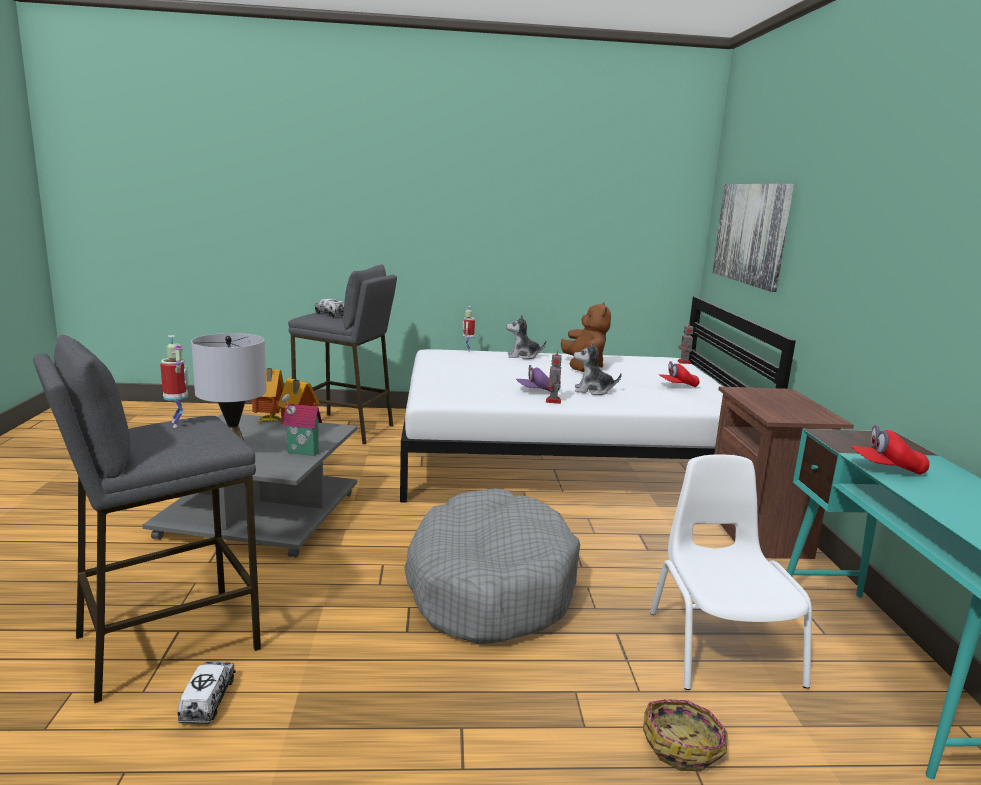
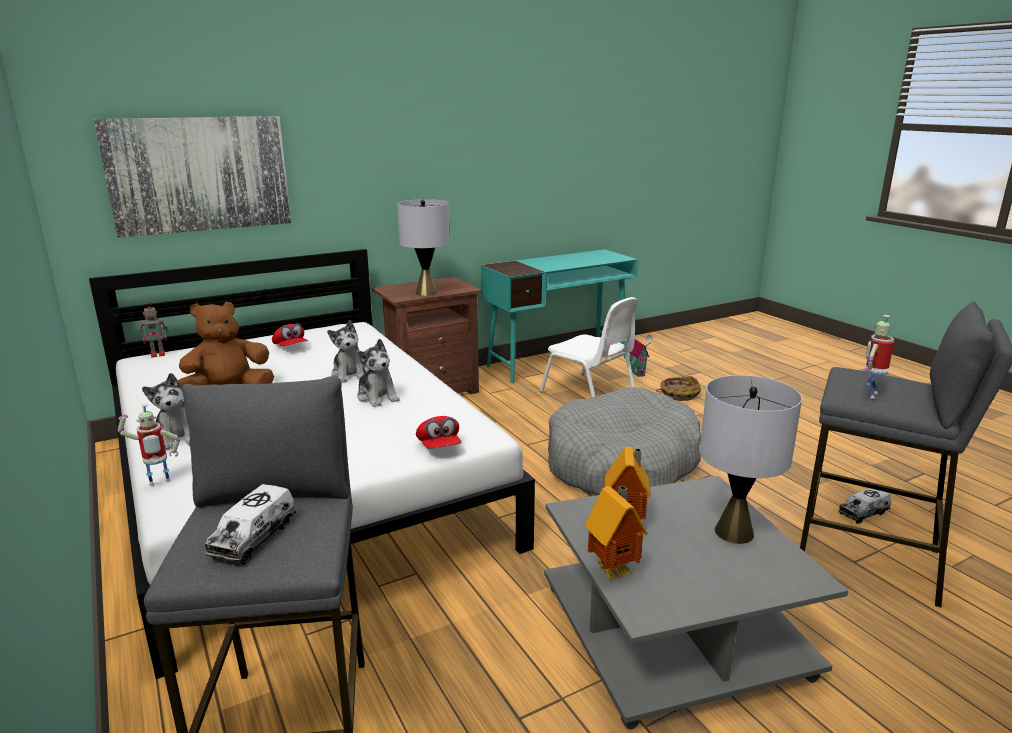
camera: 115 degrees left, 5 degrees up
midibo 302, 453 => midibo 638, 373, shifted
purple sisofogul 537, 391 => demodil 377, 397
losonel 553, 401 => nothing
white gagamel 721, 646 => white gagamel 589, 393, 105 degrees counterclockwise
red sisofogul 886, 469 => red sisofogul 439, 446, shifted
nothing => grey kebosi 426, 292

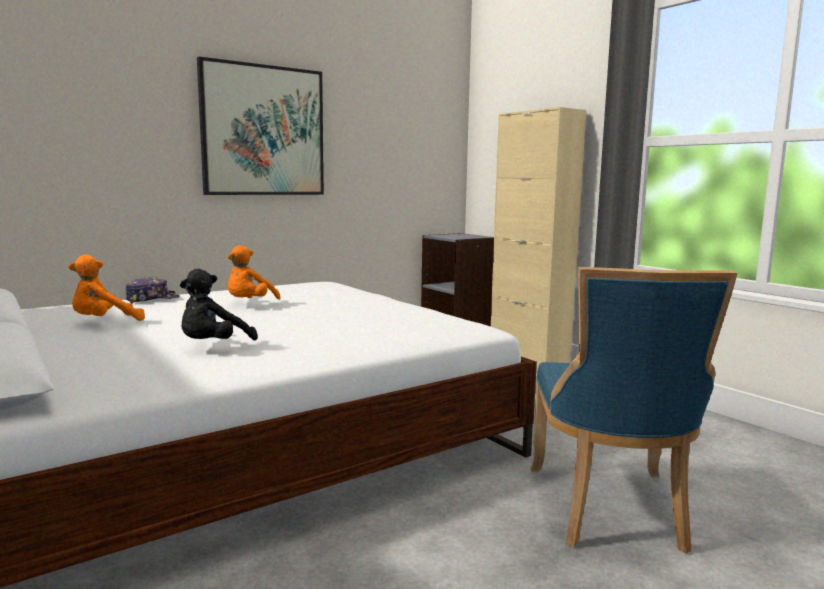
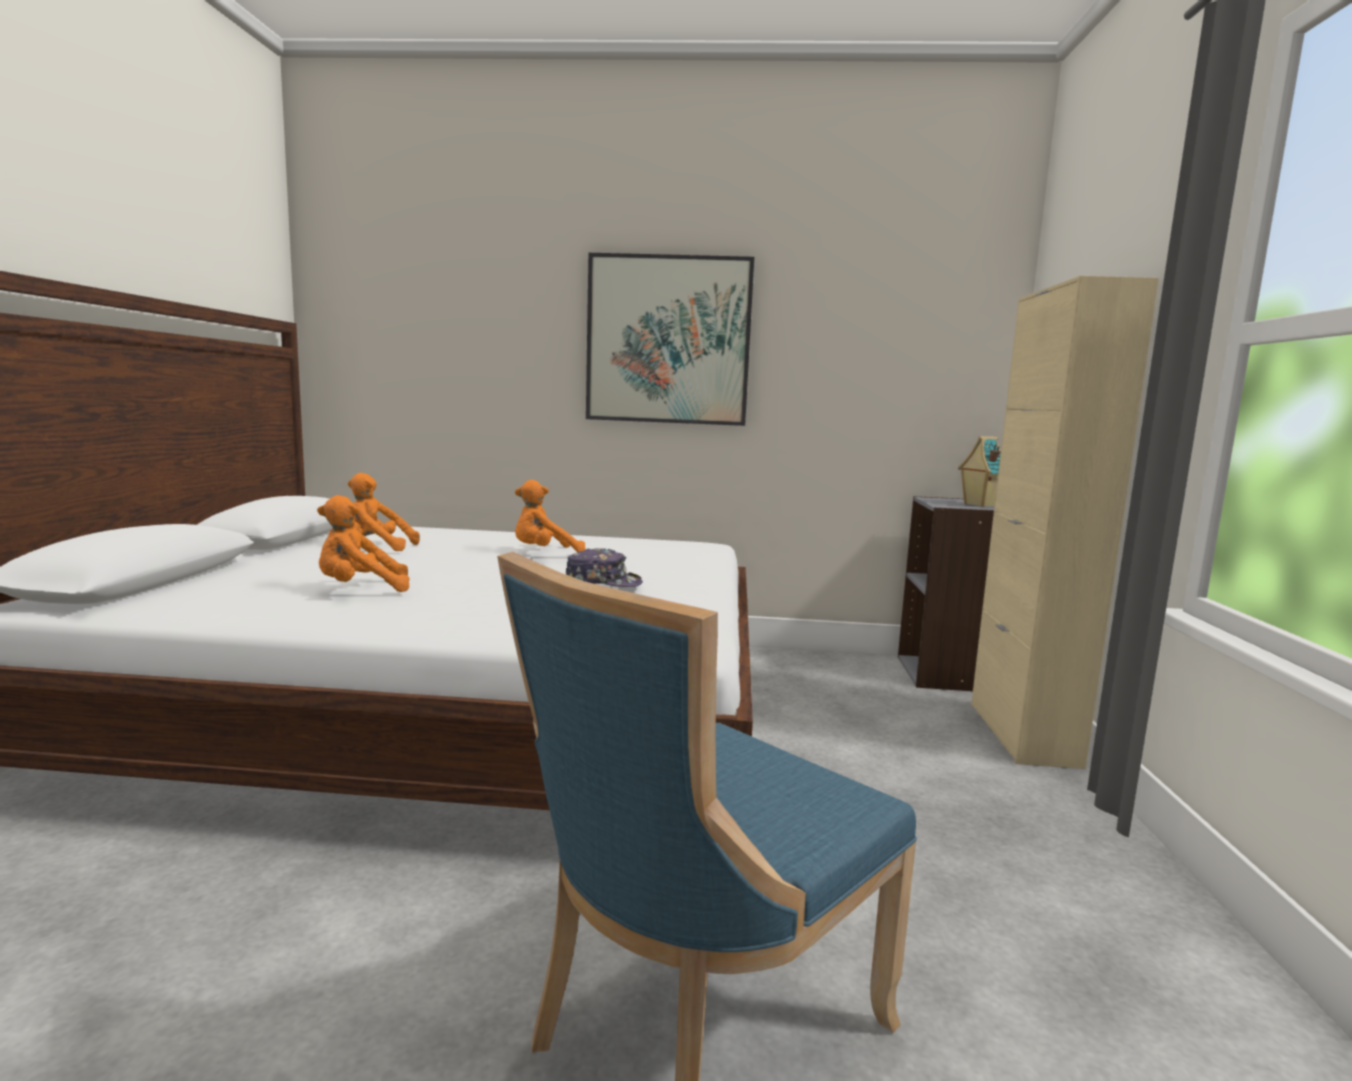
camera: 40 degrees right, 0 degrees up
sisofogul 152, 299 => sisofogul 603, 583, shifted
black demodil 213, 346 => orange demodil 360, 589
nothing => midibo 979, 505

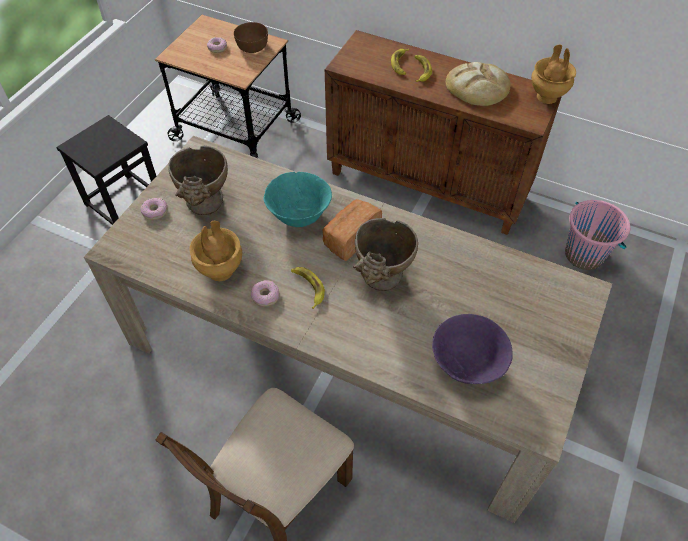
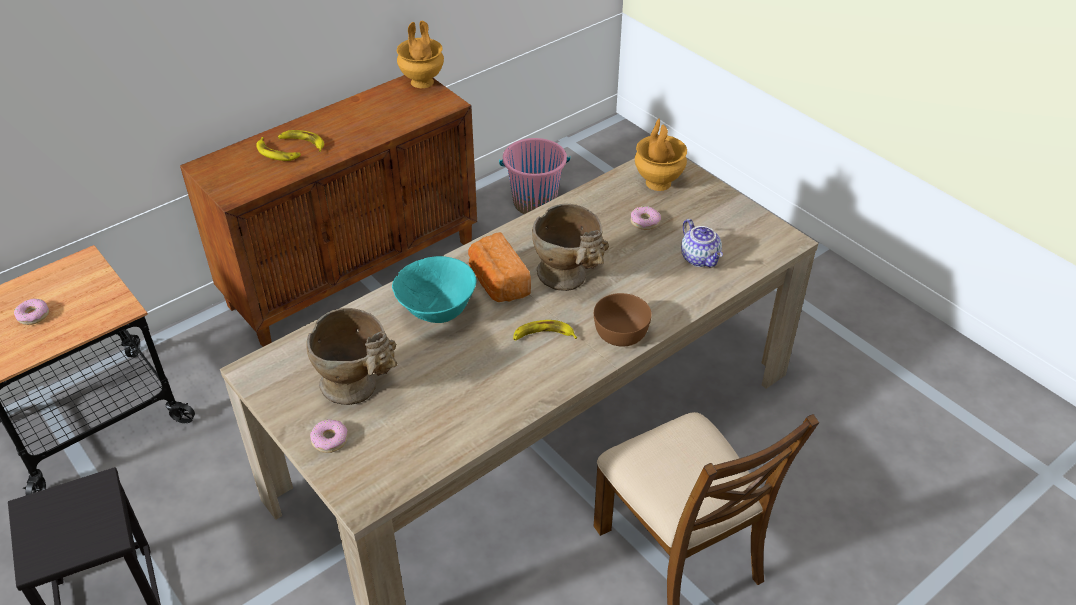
camera: 65 degrees left, 10 degrees down
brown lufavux 221, 270 => brown lufavux 657, 182, shifted
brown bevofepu 253, 46 => brown bevofepu 621, 332, shifted
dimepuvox 265, 296 => dimepuvox 645, 222, shifted
purple bevofepu 467, 365 => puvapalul 700, 258
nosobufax 477, 87 => nothing

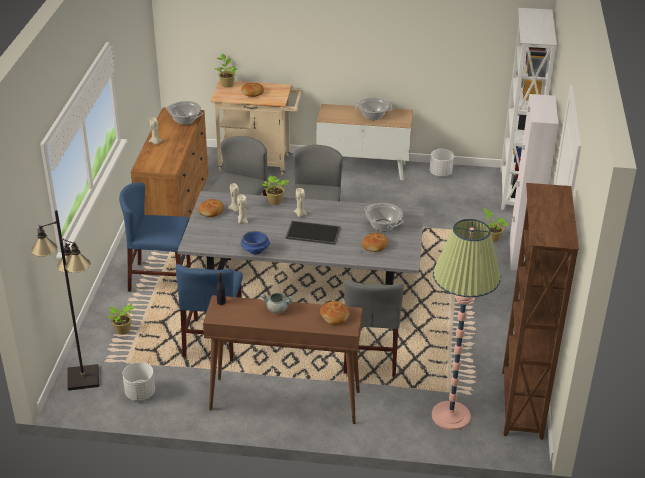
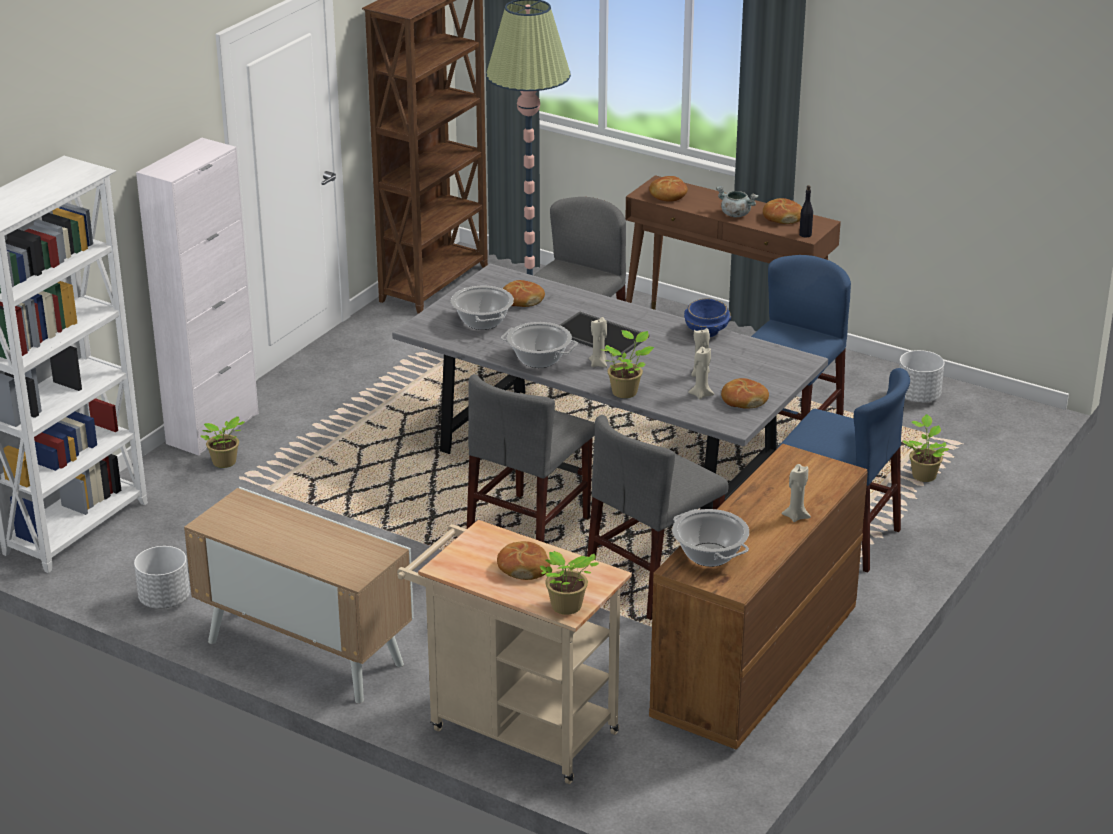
camera: 155 degrees left, 5 degrees down
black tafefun 83, 378 => nothing
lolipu 373, 116 => lolipu 539, 359, shifted
nothing => nosobufax 782, 217

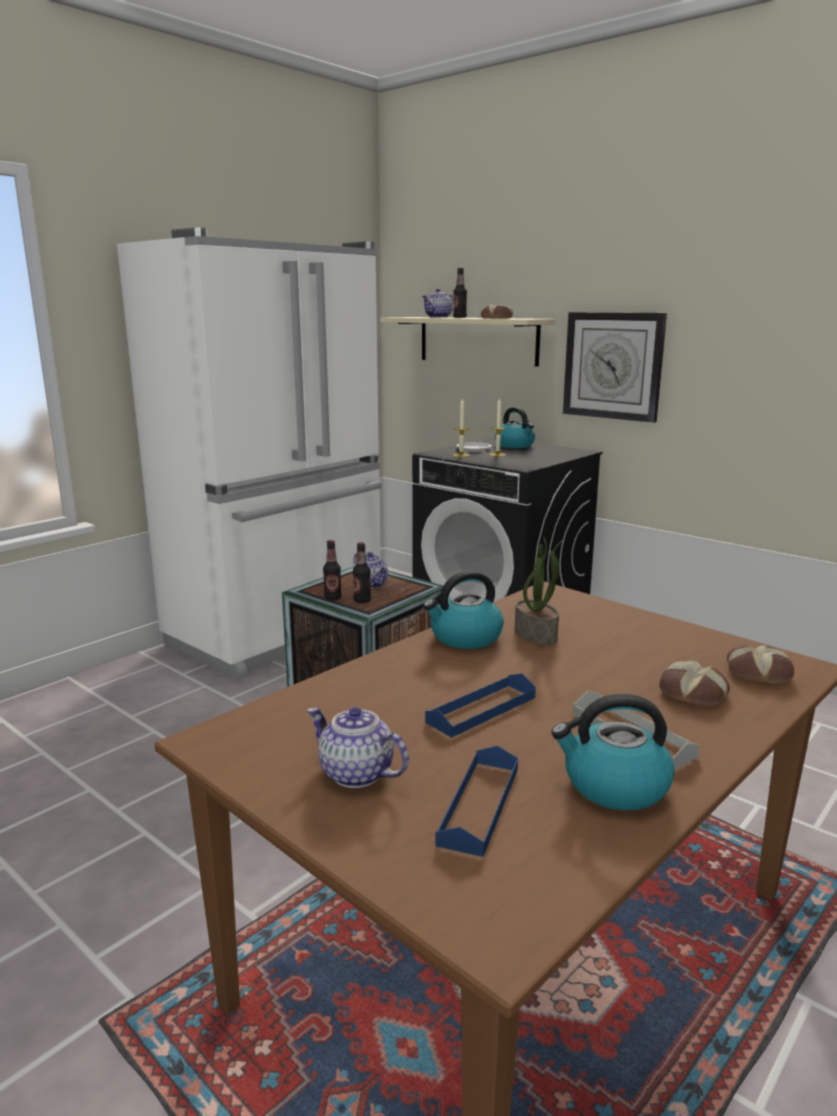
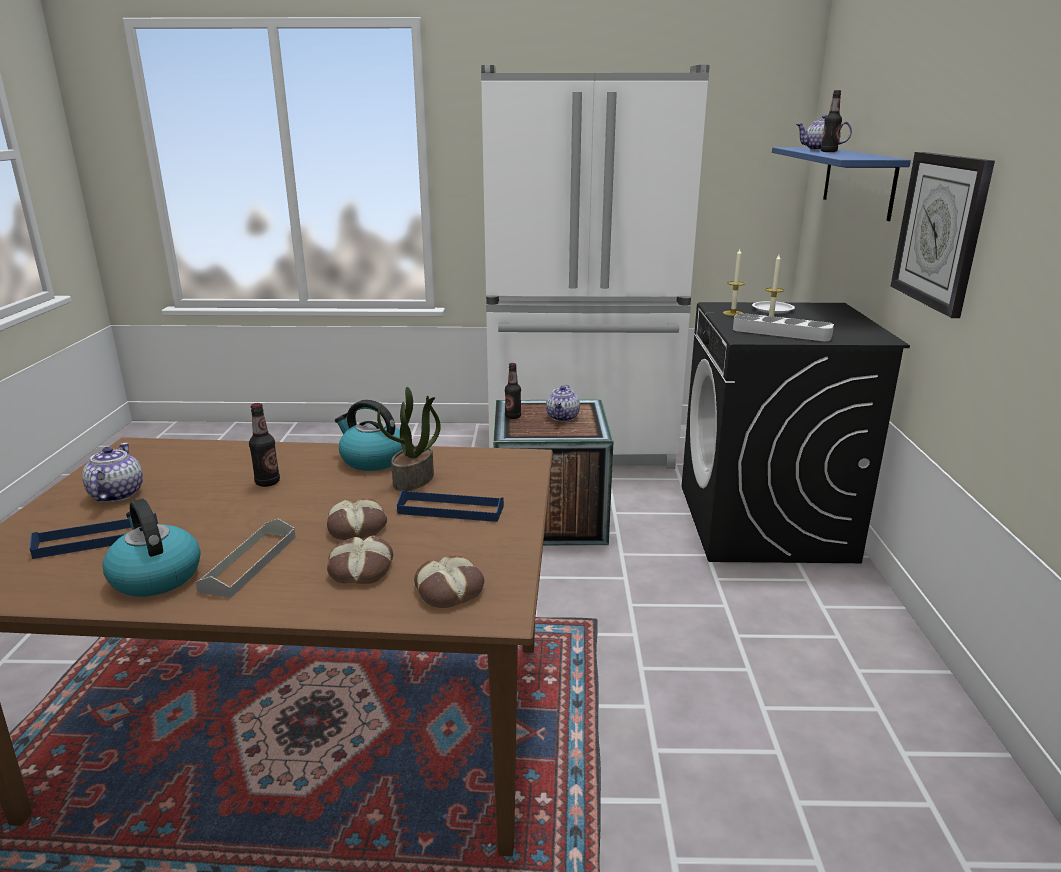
camera: 50 degrees right, 5 degrees up
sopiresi 362, 601 => sopiresi 267, 482, shifted
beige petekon 478, 340 => blue petekon 858, 181
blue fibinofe 481, 709 => blue fibinofe 451, 510, shifted
nosobufax 497, 318 => nosobufax 358, 527, shifted
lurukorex 515, 445 => nothing
nothing => grey fibinofe 781, 333

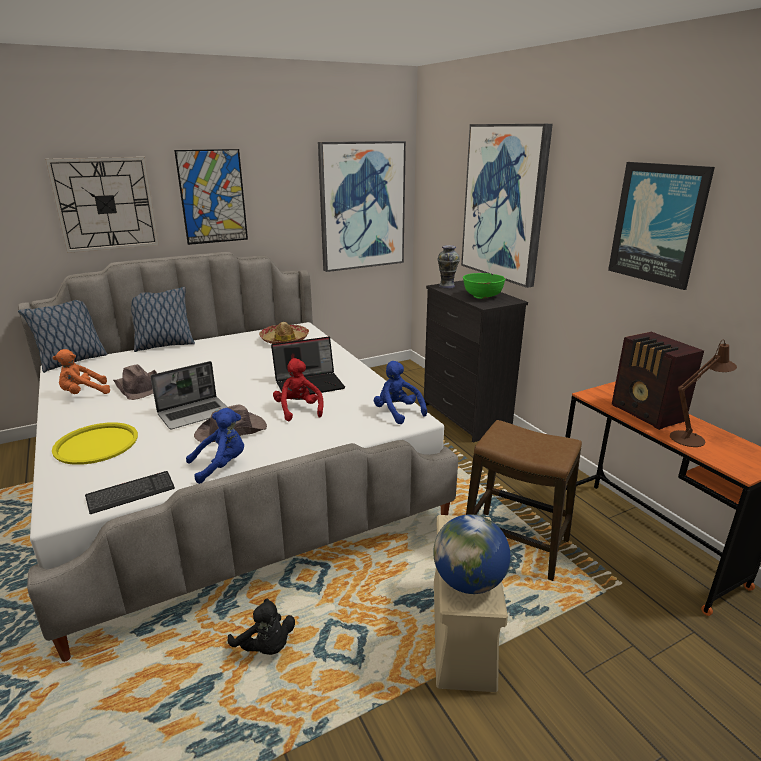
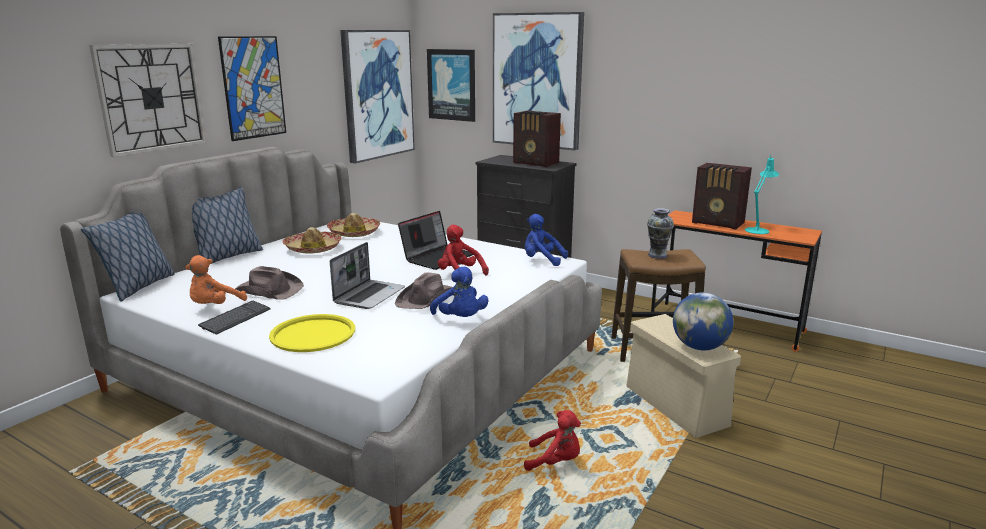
camera: 30 degrees left, 5 degrees down
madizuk 131, 493 => madizuk 235, 318, shifted
blue demodil 221, 465 => blue demodil 460, 319, 120 degrees clockwise
black demodil 266, 647 => red demodil 555, 462
lufavux 446, 286 => lufavux 657, 255, shifted
green bevofepu 482, 296 => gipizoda 536, 163
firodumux 658, 224 => firodumux 452, 85, shifted
brown kebosi 691, 438 => turquoise kebosi 758, 230
nothing => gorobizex 313, 248

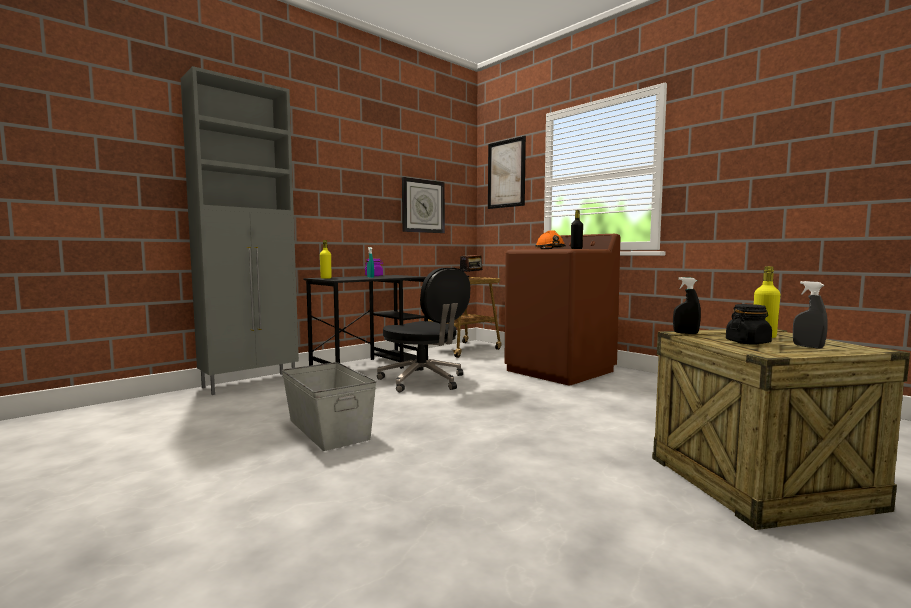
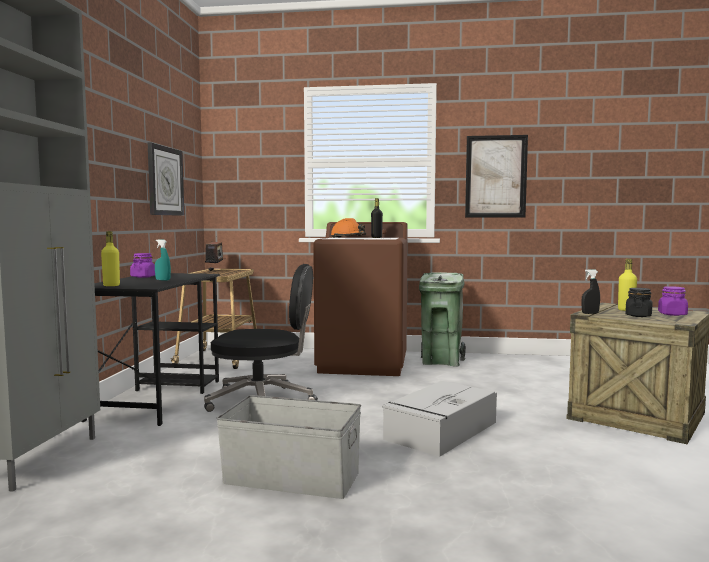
camera: 40 degrees left, 0 degrees up
firodumux 506, 174 => firodumux 495, 176, shifted
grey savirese 808, 346 => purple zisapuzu 672, 314
nothing => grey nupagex 440, 431
nothing => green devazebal 441, 361

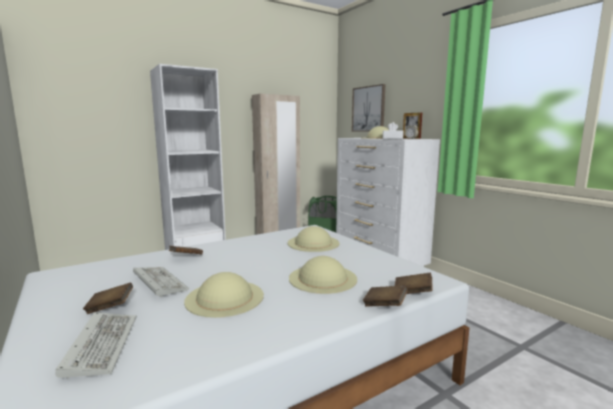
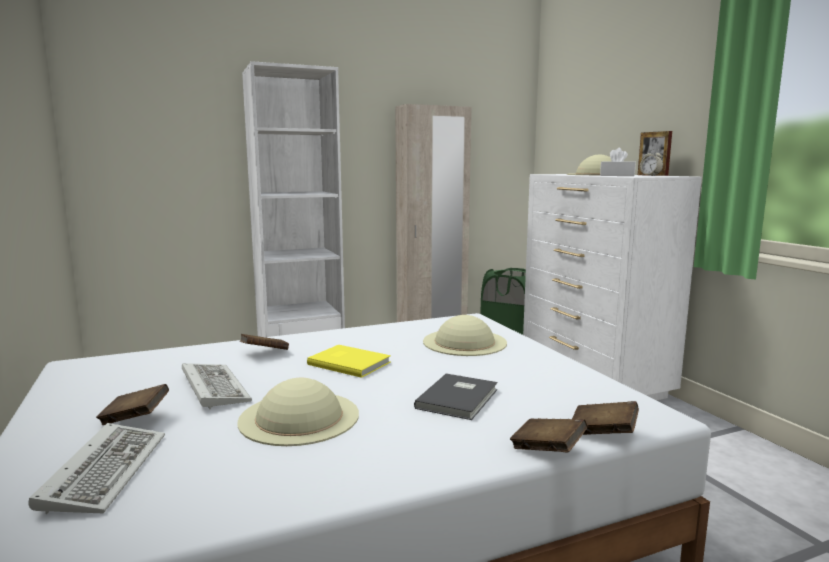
camera: 10 degrees right, 0 degrees up
beige gorobizex 322, 278 => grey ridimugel 460, 398
firodumux 368, 109 => nothing
nothing => yellow ridimugel 349, 362

